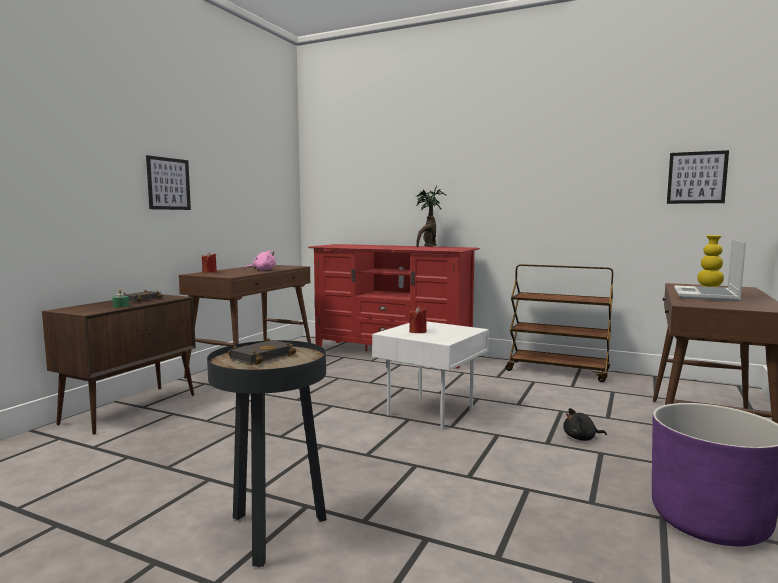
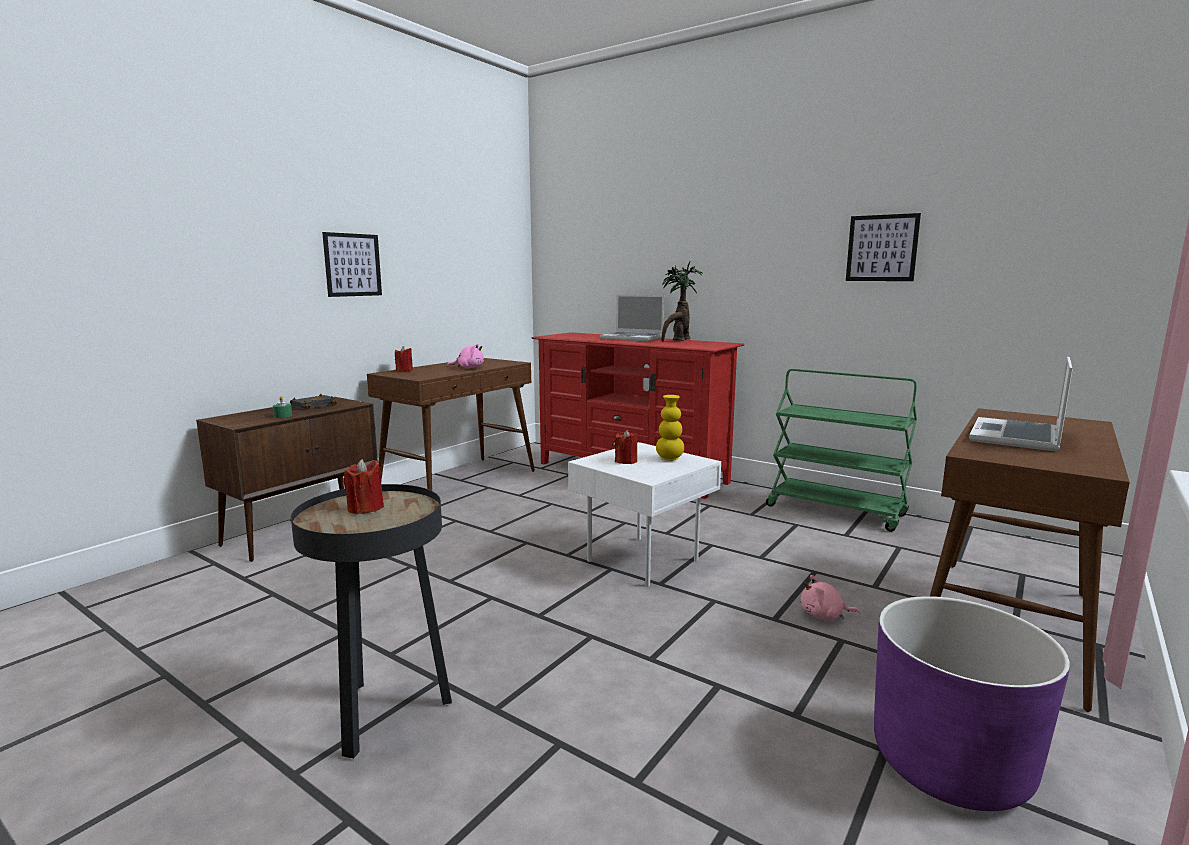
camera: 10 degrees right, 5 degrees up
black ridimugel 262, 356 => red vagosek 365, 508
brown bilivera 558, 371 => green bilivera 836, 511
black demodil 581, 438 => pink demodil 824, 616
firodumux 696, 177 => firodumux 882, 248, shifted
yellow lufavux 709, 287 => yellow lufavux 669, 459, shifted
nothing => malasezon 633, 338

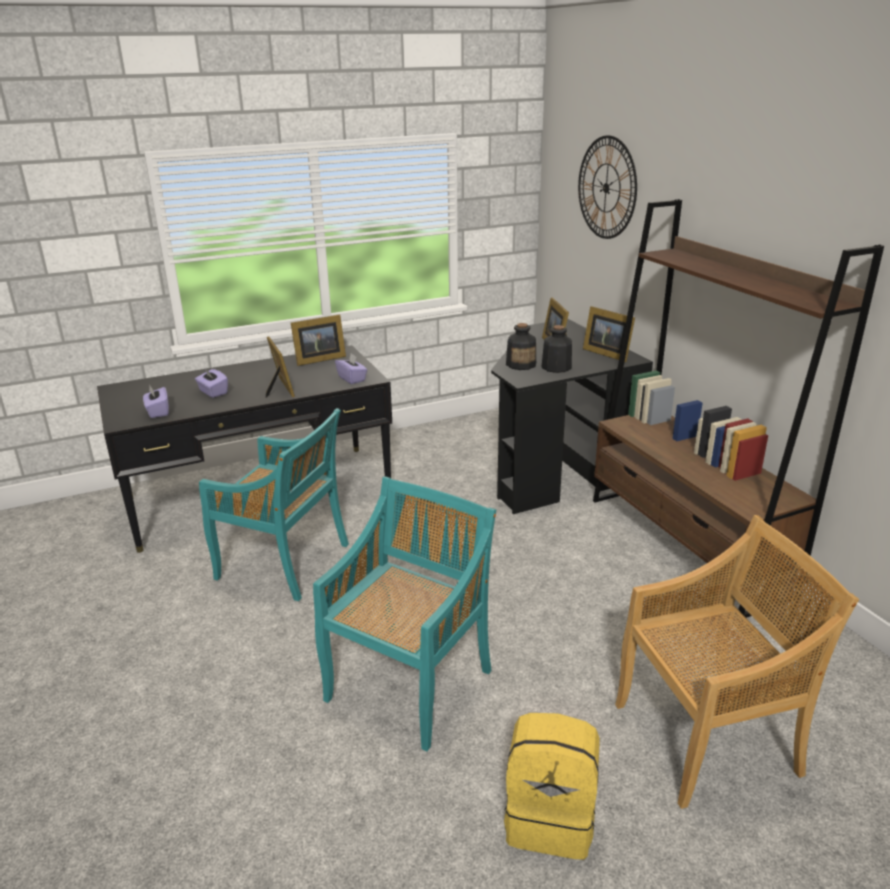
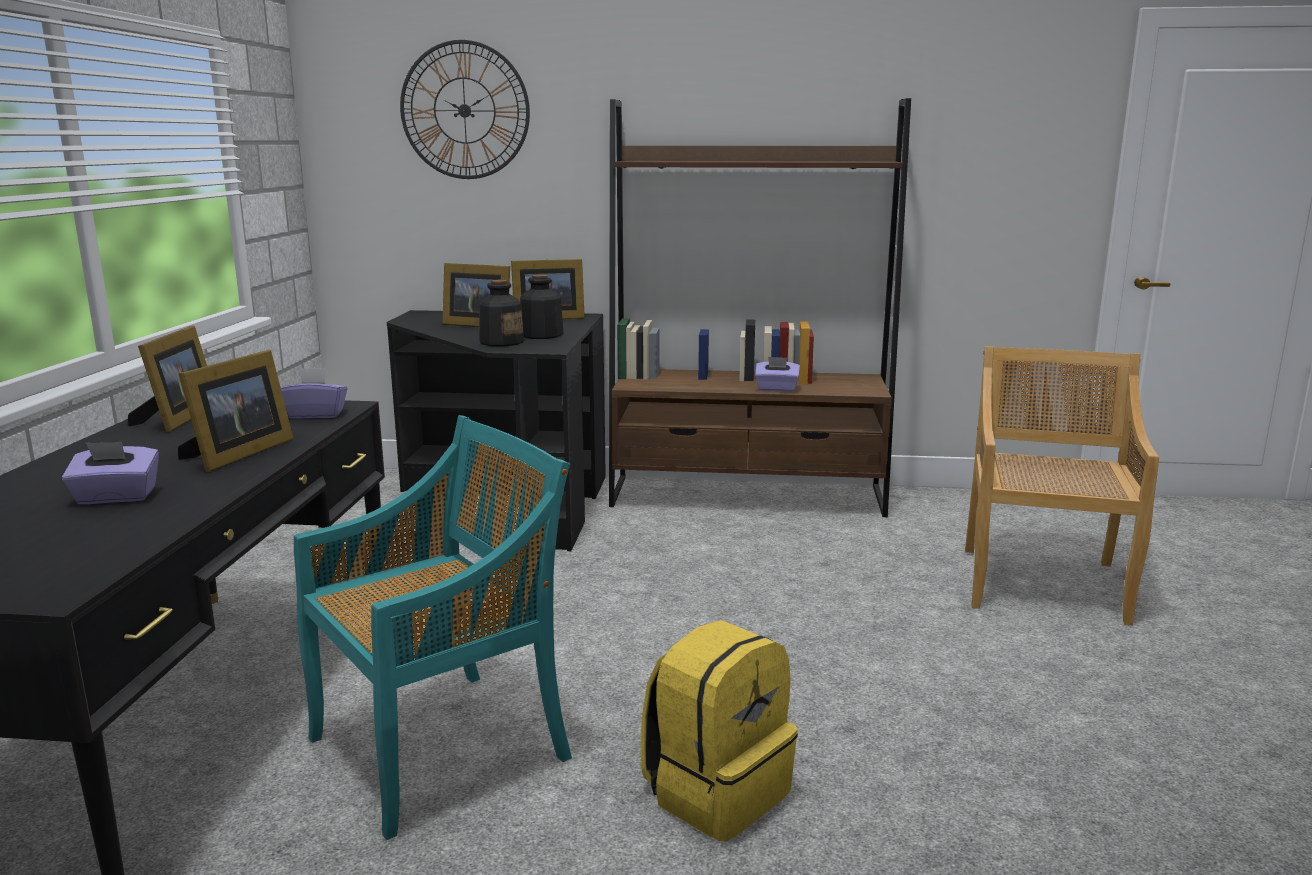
camera: 60 degrees left, 10 degrees down
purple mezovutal 158, 412 => purple mezovutal 776, 389, shifted
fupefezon 280, 389 => fupefezon 237, 454, 105 degrees clockwise
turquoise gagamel 410, 683 => nothing
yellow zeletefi 550, 818 => yellow zeletefi 716, 792, shifted

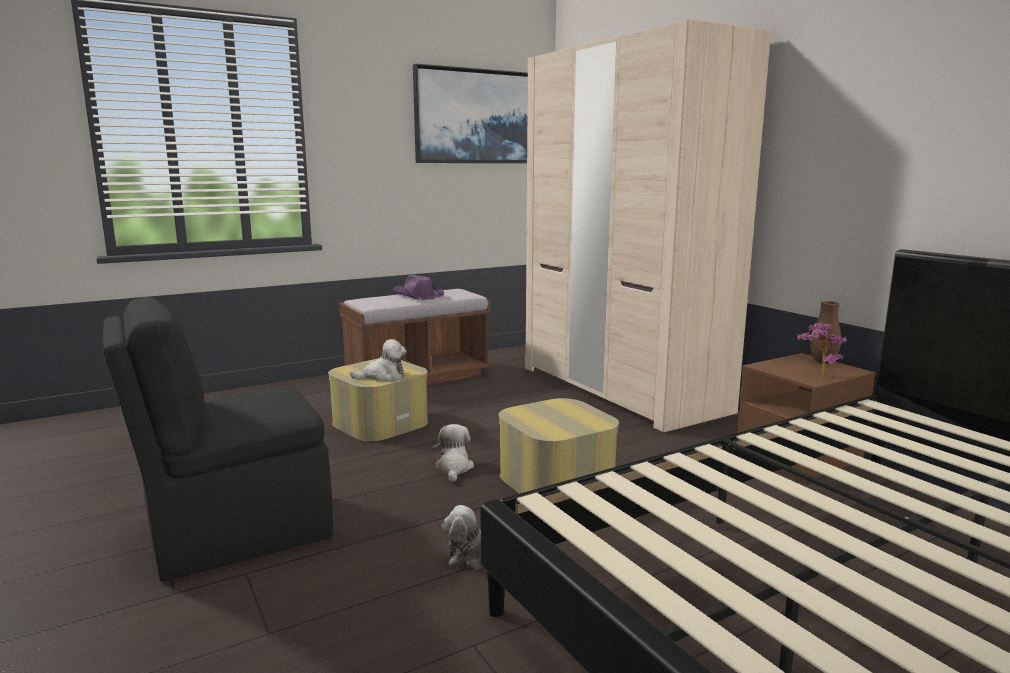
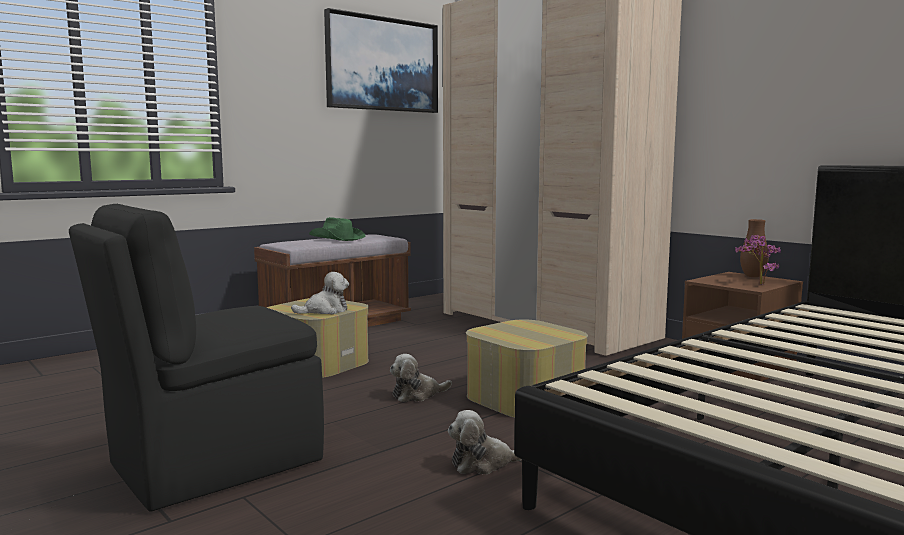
camera: 10 degrees left, 5 degrees down
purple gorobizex 417, 296 => green gorobizex 337, 238
demodil 454, 468 => demodil 417, 395, 105 degrees counterclockwise

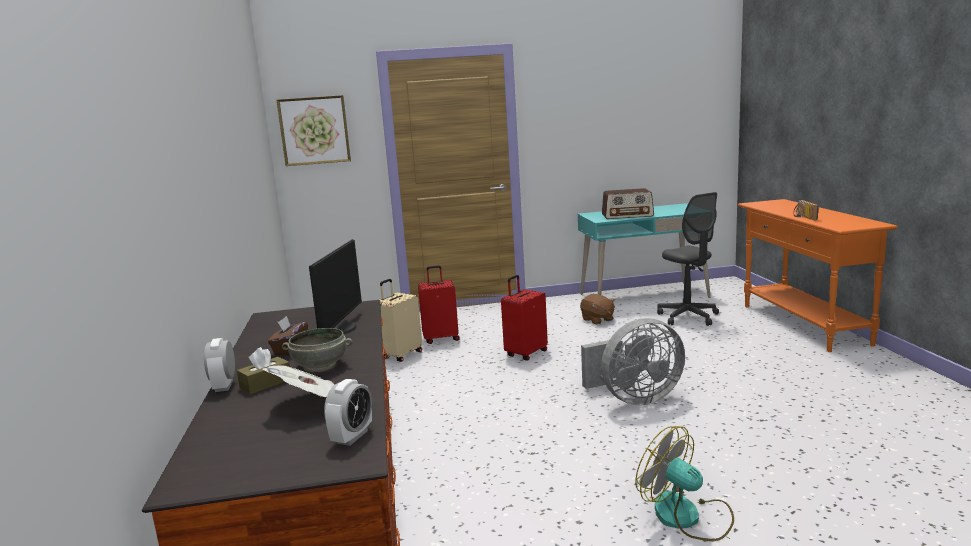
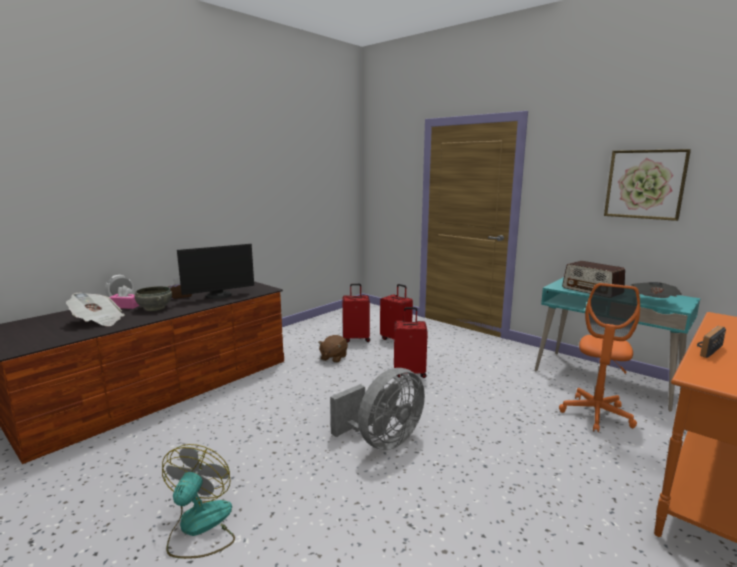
camera: 50 degrees right, 0 degrees up
brown mezovutal 266, 384 => pink mezovutal 125, 306
firodumux 314, 130 => firodumux 645, 184, shifted
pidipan 352, 437 => nothing
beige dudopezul 401, 355 => red dudopezul 356, 339
brown demodil 597, 320 => brown demodil 333, 357, shifted
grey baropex 634, 399 => grey baropex 382, 441, 75 degrees counterclockwise
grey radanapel 688, 317 => orange radanapel 596, 414
nothing => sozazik 653, 302

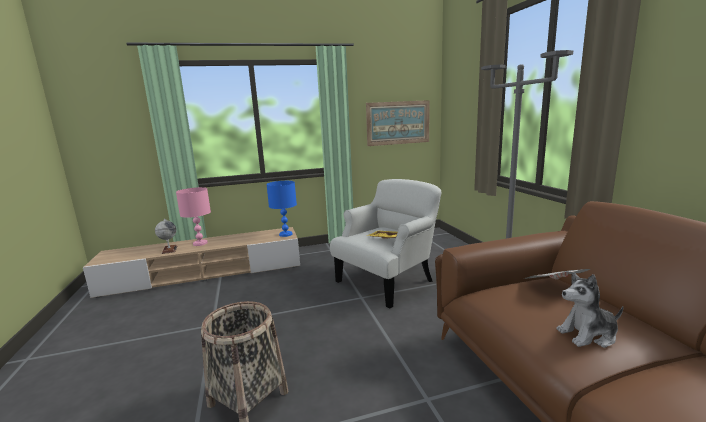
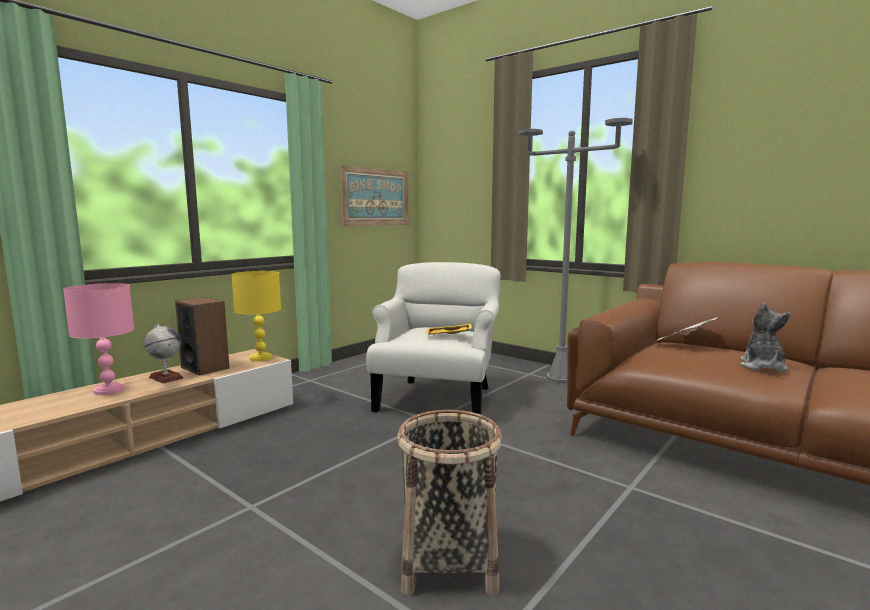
camera: 35 degrees left, 5 degrees down
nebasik 169, 250 => nebasik 166, 377, shifted
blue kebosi 285, 234 => yellow kebosi 260, 358
demodil 588, 335 => demodil 762, 366, 150 degrees clockwise
nothing => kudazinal 205, 368

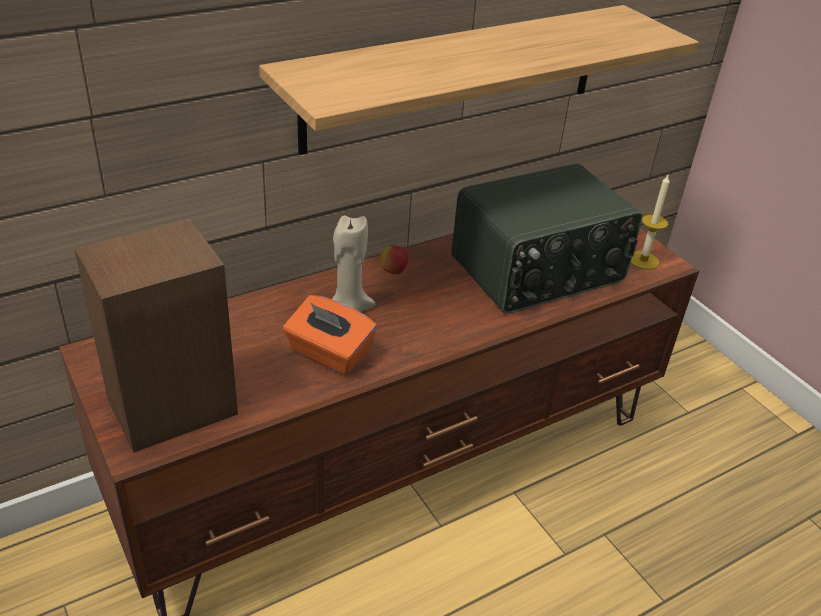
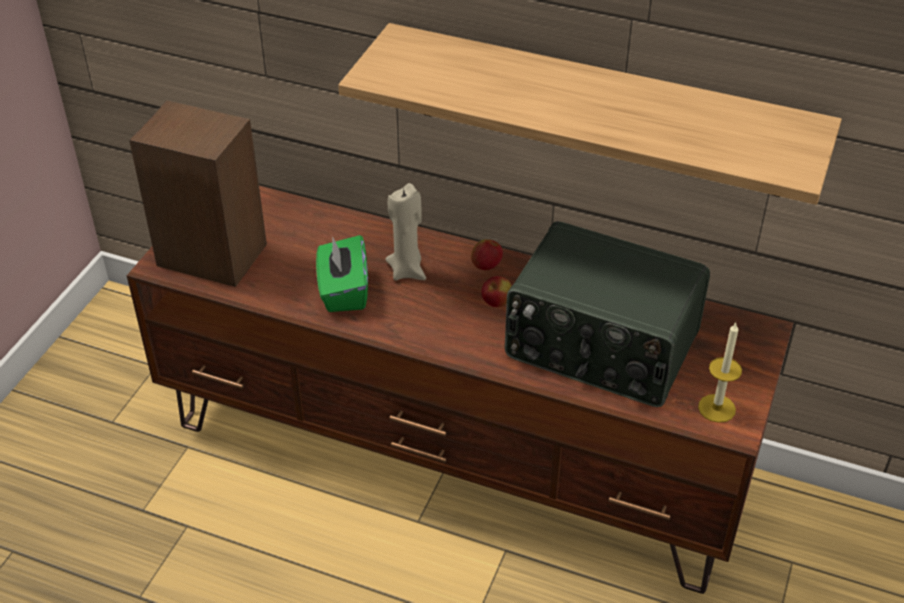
camera: 55 degrees right, 5 degrees up
orange mezovutal 329, 354 => green mezovutal 343, 291
nothing => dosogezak 496, 303

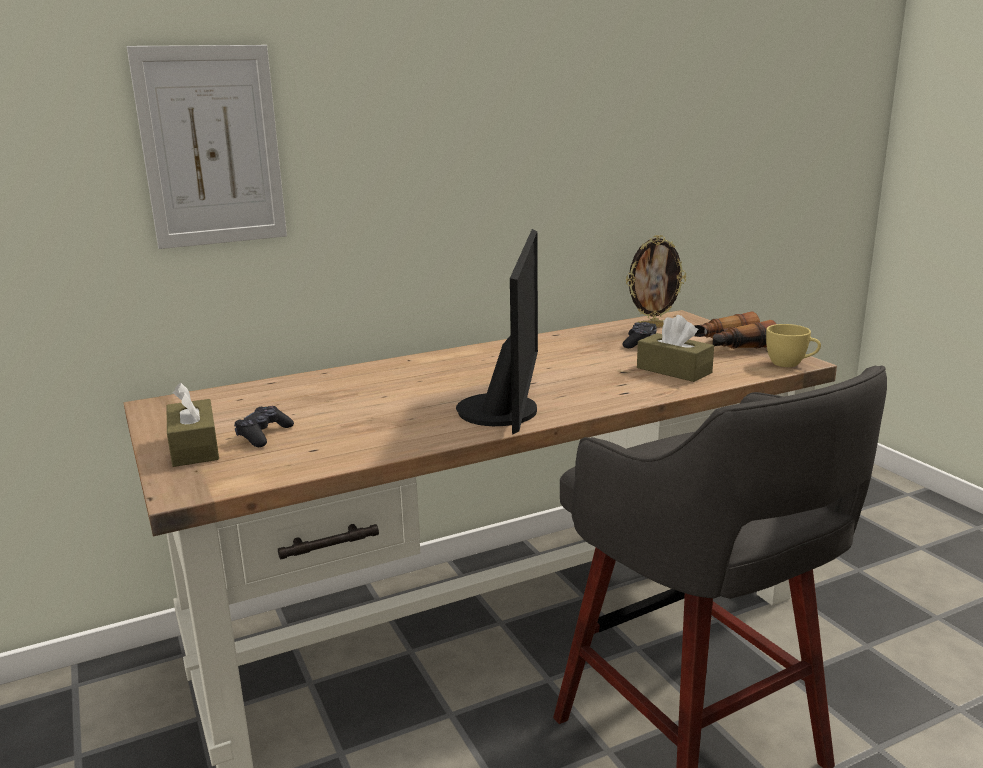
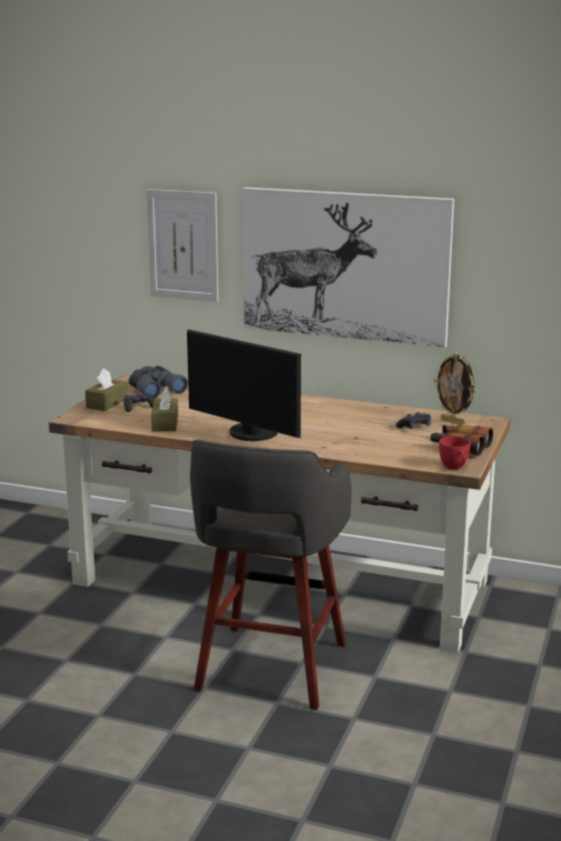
camera: 45 degrees right, 0 degrees up
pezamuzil 507, 411 => pezamuzil 250, 434, 75 degrees clockwise
brown mezovutal 674, 370 => brown mezovutal 165, 423, shifted
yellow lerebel 790, 364 => red lerebel 455, 467
nothing => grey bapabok 155, 390
nothing => firodumux 345, 265

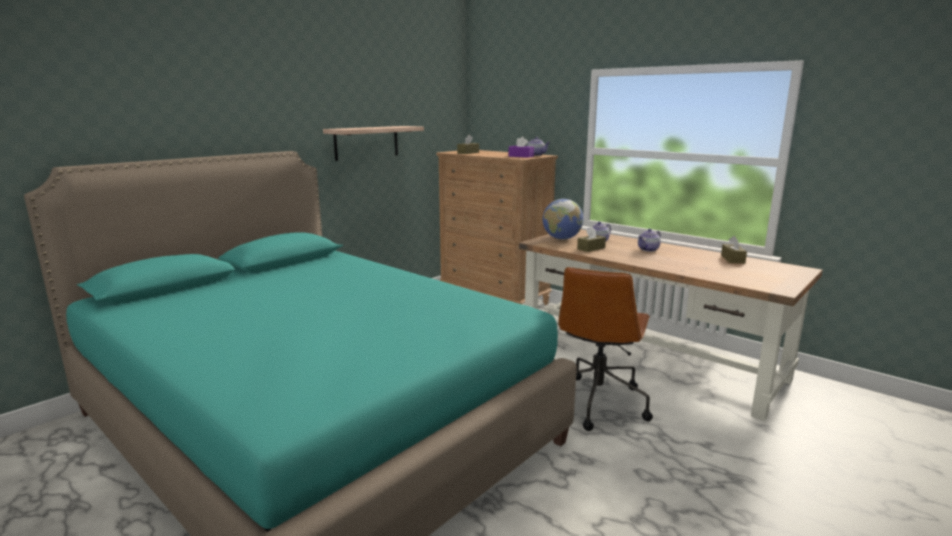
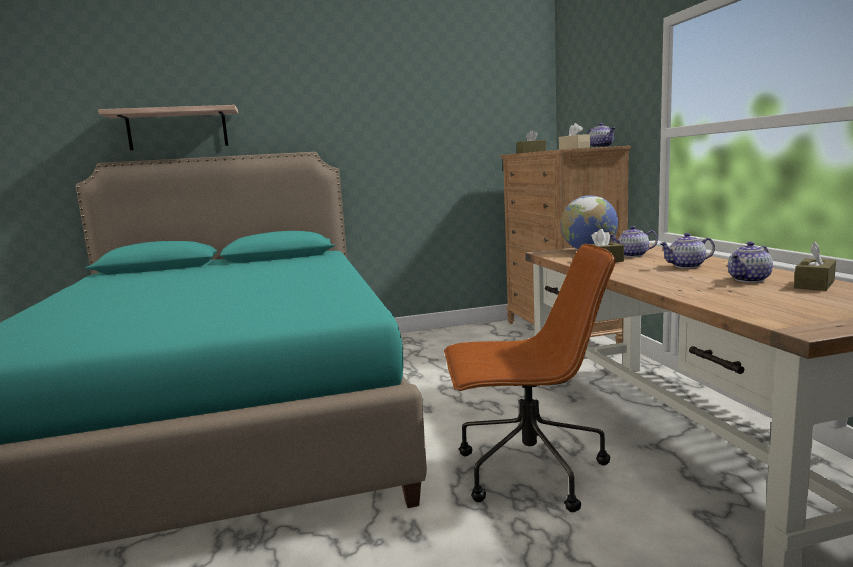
camera: 35 degrees right, 5 degrees down
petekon 366, 142 => petekon 177, 129, shifted
purple mezovutal 521, 156 => beige mezovutal 574, 148
brown radanapel 597, 401 => brown radanapel 527, 471, 150 degrees counterclockwise
nothing => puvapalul 749, 280

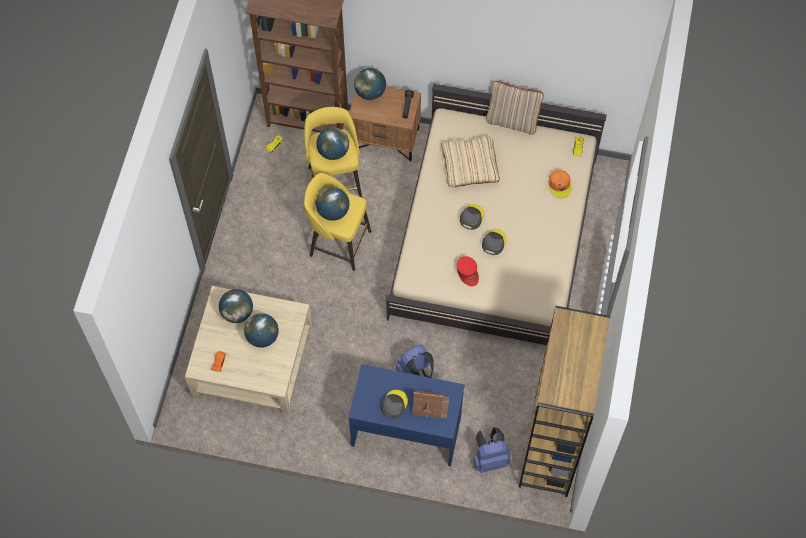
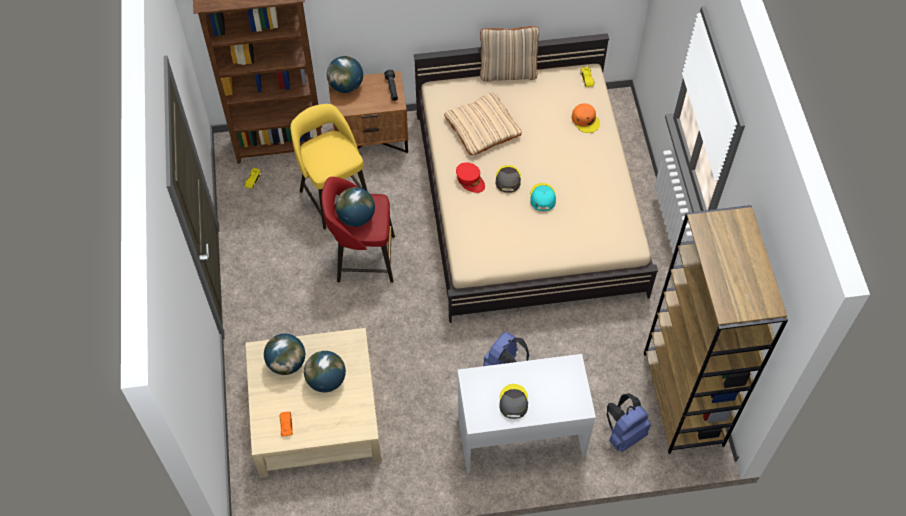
camera: 20 degrees left, 5 degrees down
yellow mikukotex 338, 242 => red mikukotex 363, 258
nebasik 333, 152 => nothing
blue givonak 406, 430 => white givonak 520, 434
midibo 430, 405 => nothing
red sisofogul 467, 273 => red sisofogul 470, 180, shifted
grey sisofogul 493, 242 => turquoise sisofogul 542, 197

